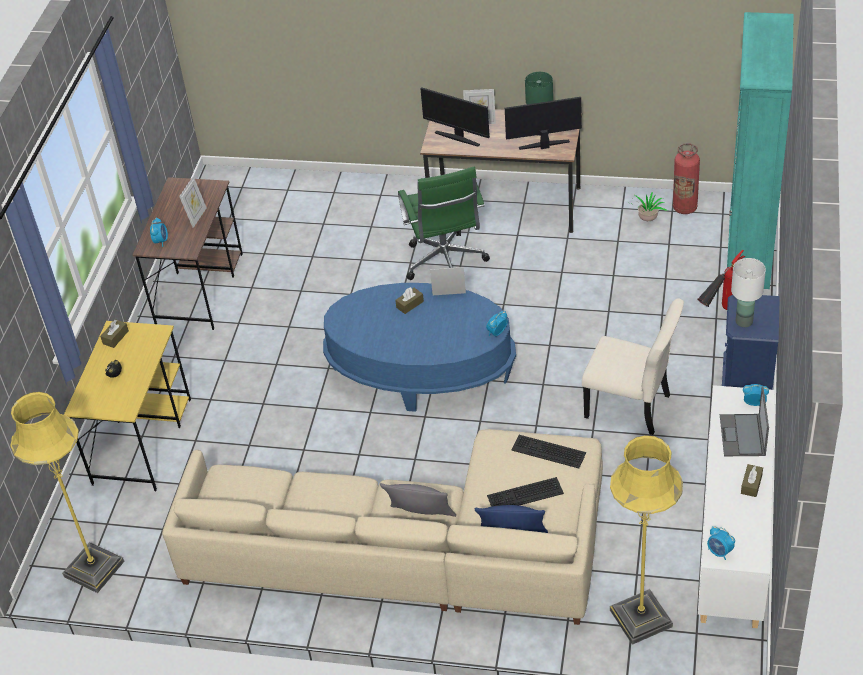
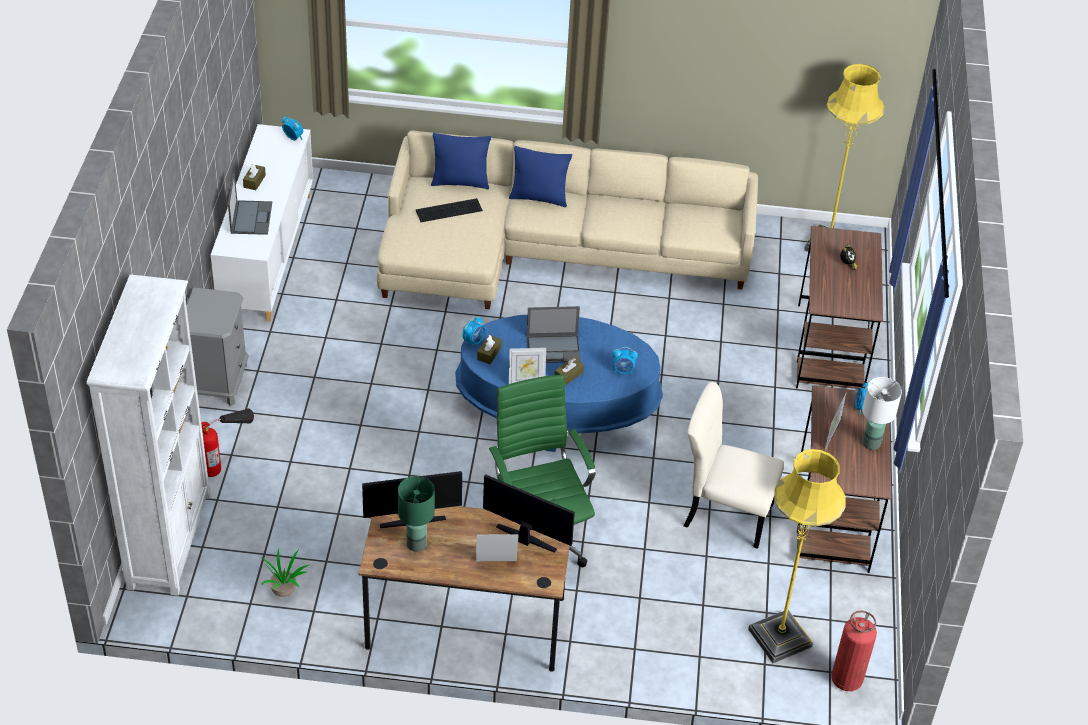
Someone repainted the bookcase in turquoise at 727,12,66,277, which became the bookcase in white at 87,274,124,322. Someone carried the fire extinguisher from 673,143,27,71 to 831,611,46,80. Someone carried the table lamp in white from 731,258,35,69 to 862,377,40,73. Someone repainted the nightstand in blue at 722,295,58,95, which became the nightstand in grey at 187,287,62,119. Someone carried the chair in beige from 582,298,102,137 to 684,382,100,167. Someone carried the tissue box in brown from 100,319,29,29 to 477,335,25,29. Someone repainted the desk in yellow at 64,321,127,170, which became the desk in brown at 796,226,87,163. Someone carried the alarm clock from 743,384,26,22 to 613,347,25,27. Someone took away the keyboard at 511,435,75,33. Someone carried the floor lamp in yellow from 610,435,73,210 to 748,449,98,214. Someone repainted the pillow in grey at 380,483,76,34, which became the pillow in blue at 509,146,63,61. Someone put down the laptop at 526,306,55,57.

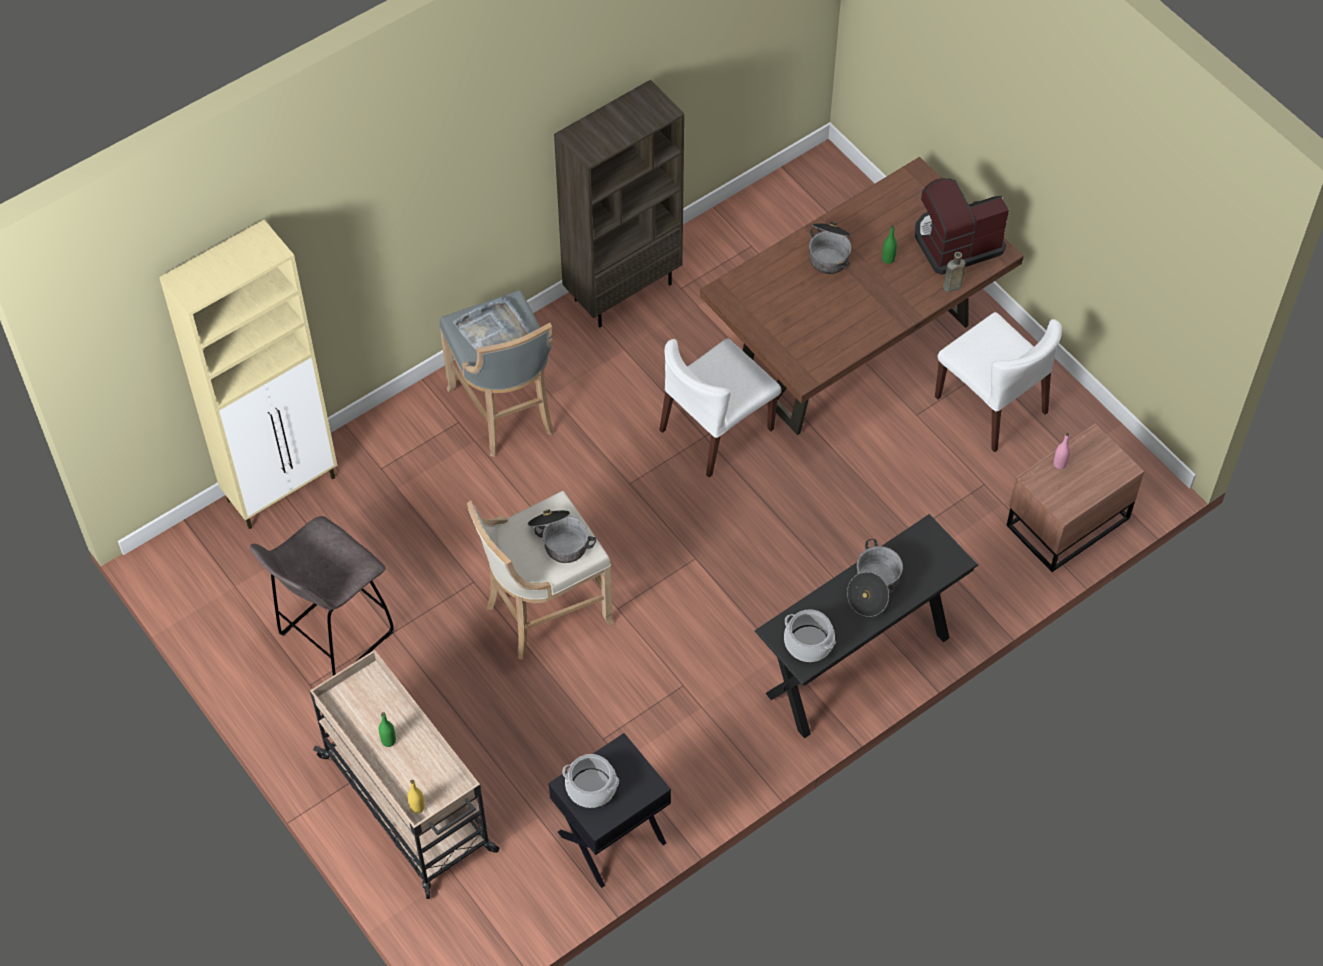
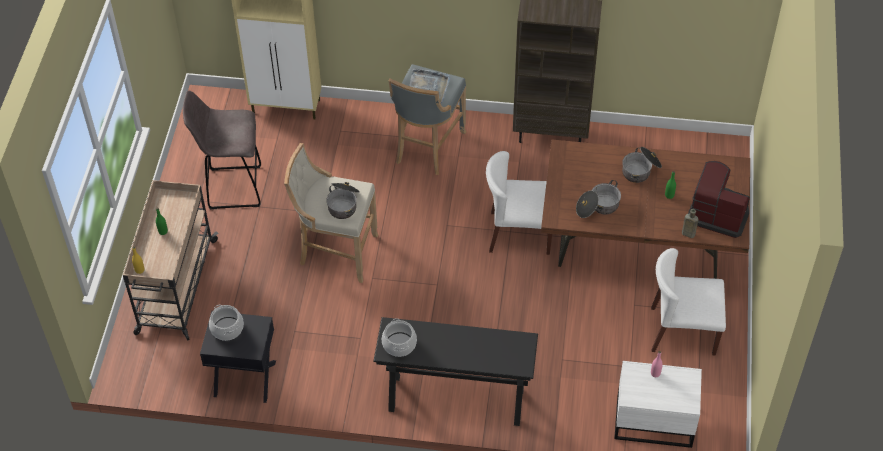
Someone rotated the chair in white at 935,312,127,140 by 90 degrees clockwise. Someone repainted the nightstand in brown at 1006,423,138,149, which became the nightstand in white at 614,361,88,87. Someone carried the cooking pot from 847,539,56,78 to 576,180,45,38.

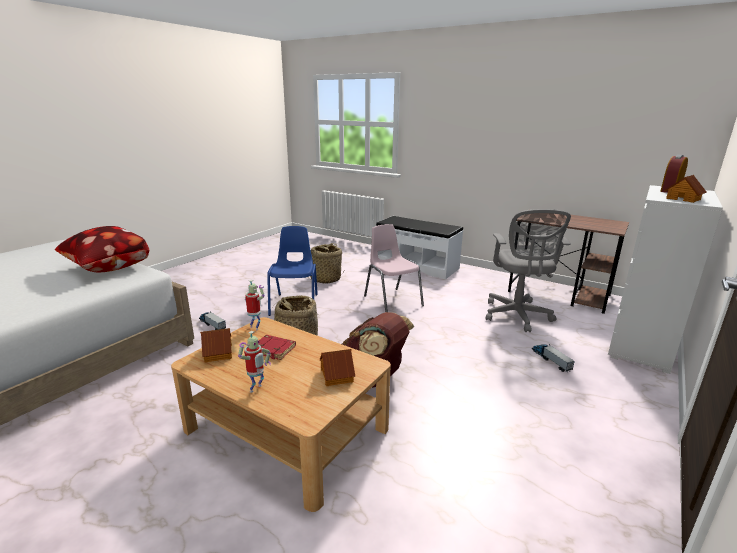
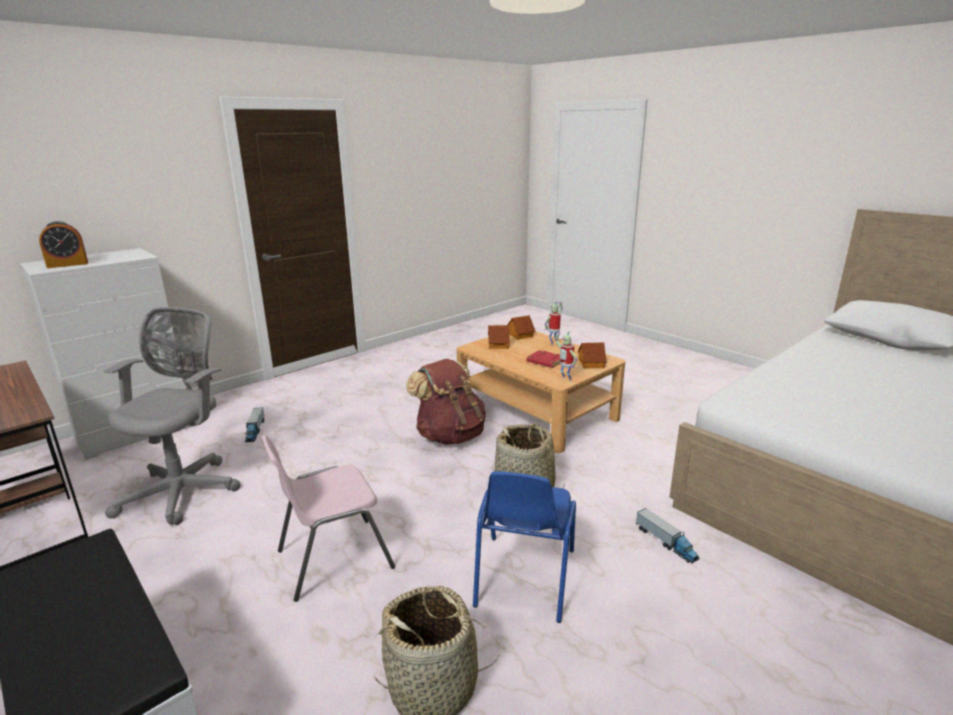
Someone carried the toy house from 664,175,42,28 to 507,315,29,25. Someone rotated the chair in pink at 364,224,60,88 by 75 degrees clockwise. Someone took away the pillow at 55,226,94,46.

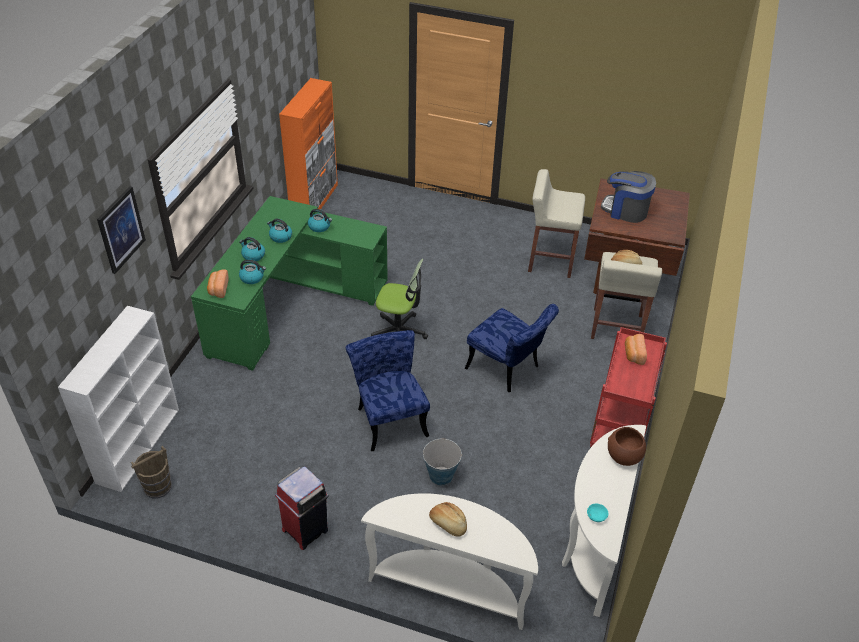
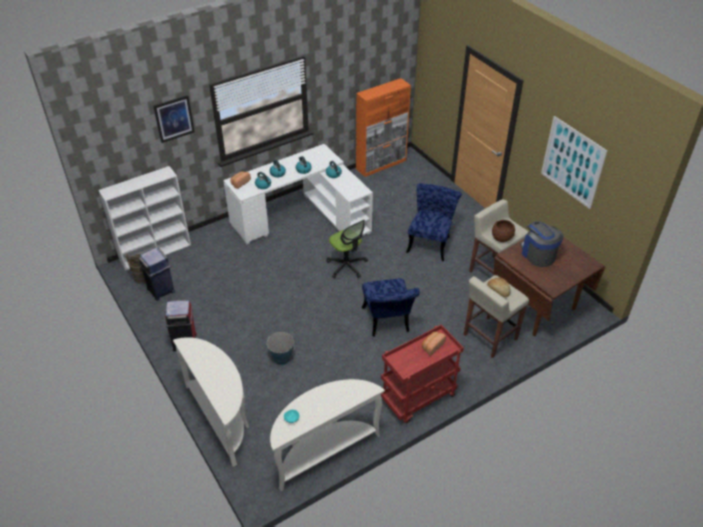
Someone repainted the desk in green at 191,196,197,175, which became the desk in white at 223,144,150,100. Someone carried the chair in blue from 346,330,84,121 to 406,183,56,78. Someone carried the bowl in brown from 608,427,38,39 to 492,220,23,22. Someone took away the bread at 429,502,38,35. Someone put up the picture at 541,116,66,93. Someone put down the trash can in blue at 139,248,36,53.

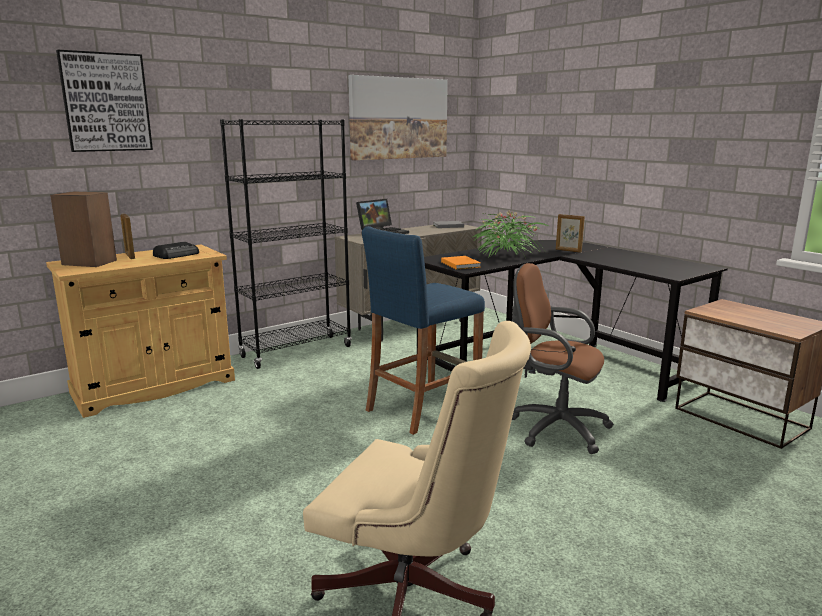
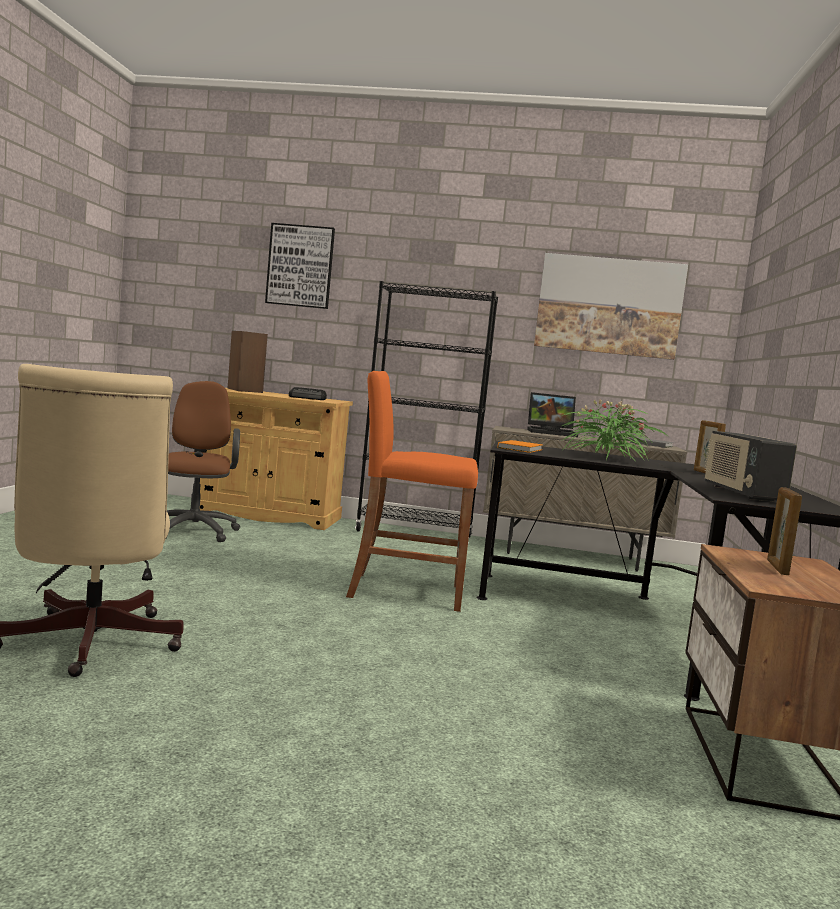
Someone carried the picture frame from 120,214,15,45 to 767,487,35,88. Someone repainted the stool in blue at 362,226,123,209, which became the stool in orange at 346,371,132,241. Someone carried the office chair in brown from 512,263,102,191 to 165,381,75,161. Someone put down the radio at 704,431,93,71.

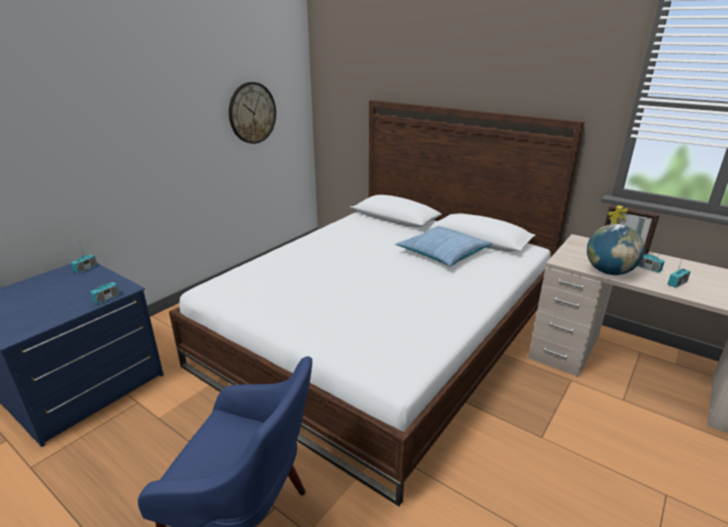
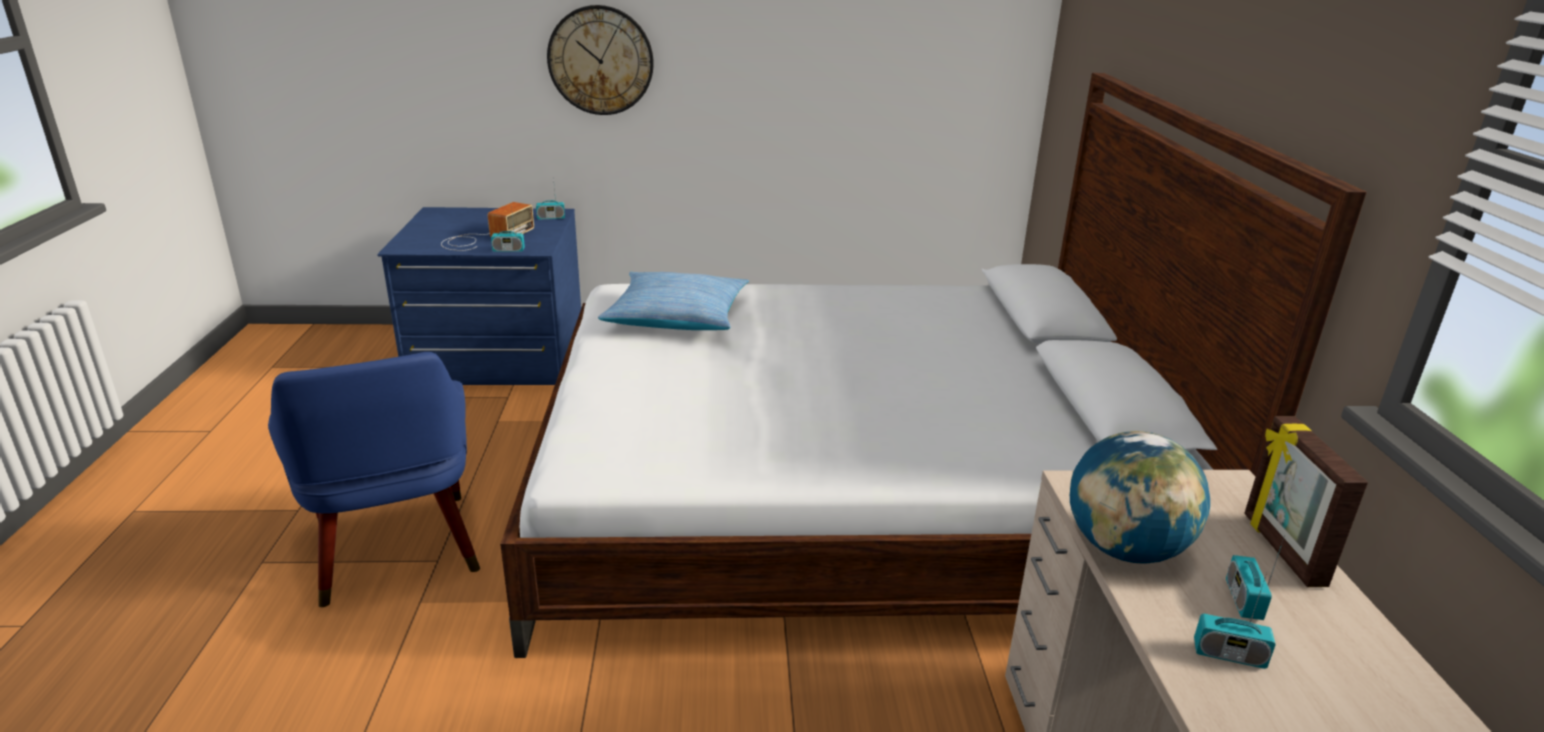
Someone carried the wall clock from 229,82,47,62 to 547,5,107,110. Someone carried the pillow from 395,226,97,40 to 598,272,151,58. Someone put down the radio at 441,202,93,49.

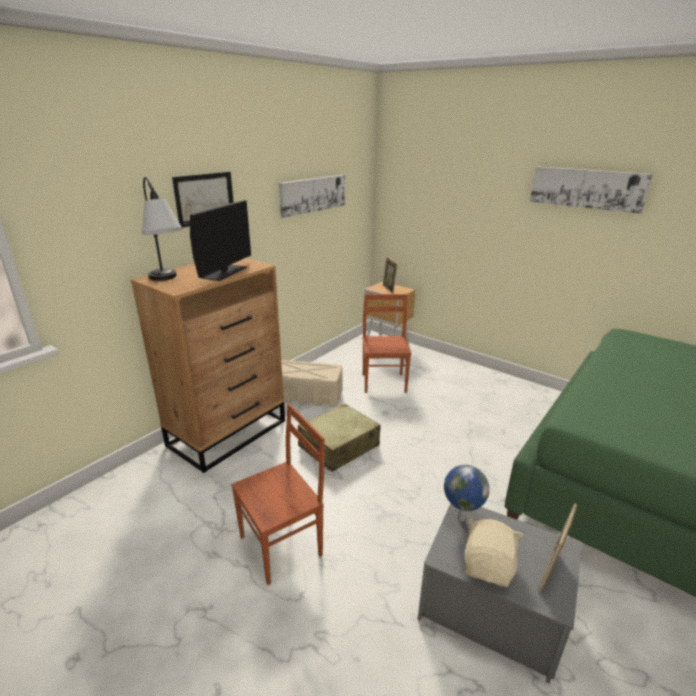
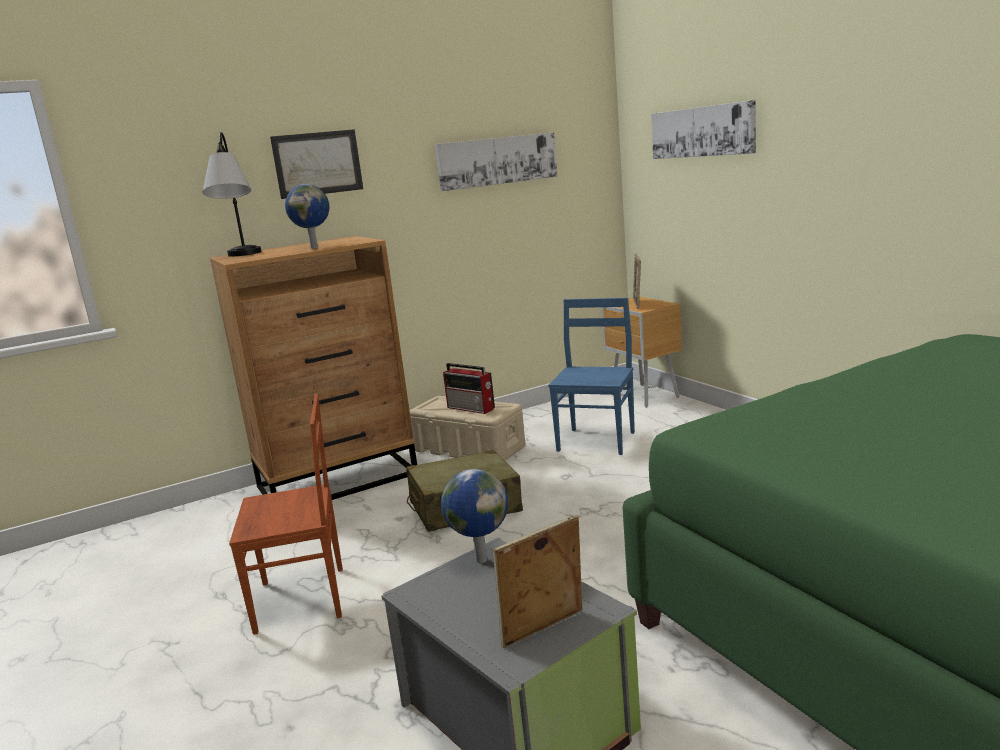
Someone carried the picture from 530,166,123,48 to 651,100,105,59. Someone swapped the monitor at 190,200,61,81 for the globe at 285,184,44,65. Someone repainted the chair in brown at 362,294,50,99, which became the chair in blue at 548,298,87,157. Someone took away the plush toy in beige at 465,518,58,69. Someone put down the radio at 443,363,52,51.

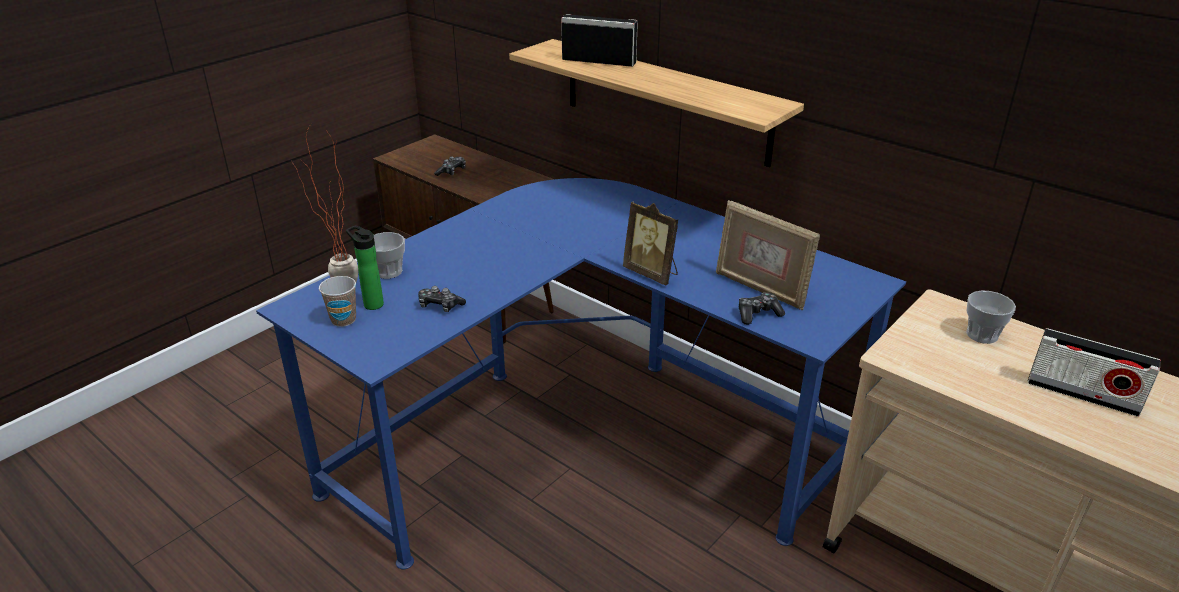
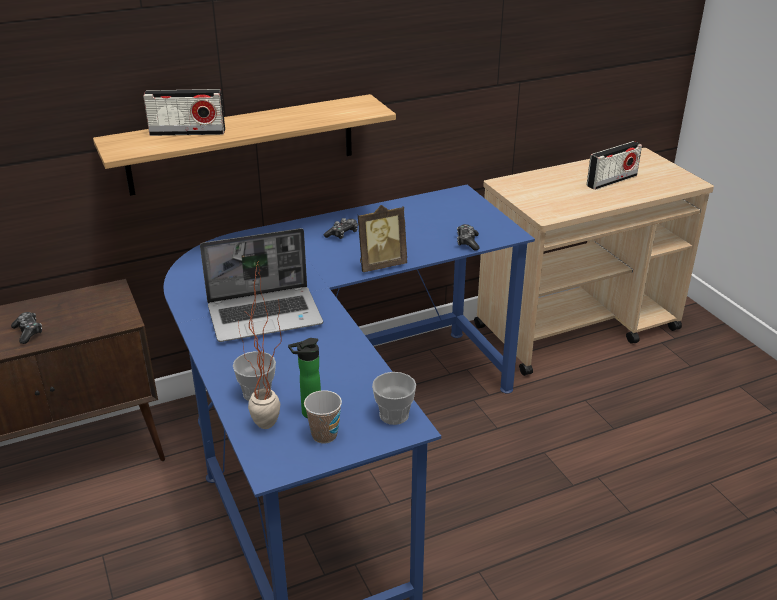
Someone rotated the radio at 561,14,77,53 by 135 degrees counterclockwise. Someone took away the picture frame at 716,200,104,110. Someone carried the game controller from 418,286,48,26 to 324,218,34,21. Someone carried the cup from 966,290,50,54 to 372,372,44,53. Someone put down the laptop at 200,228,123,114.

